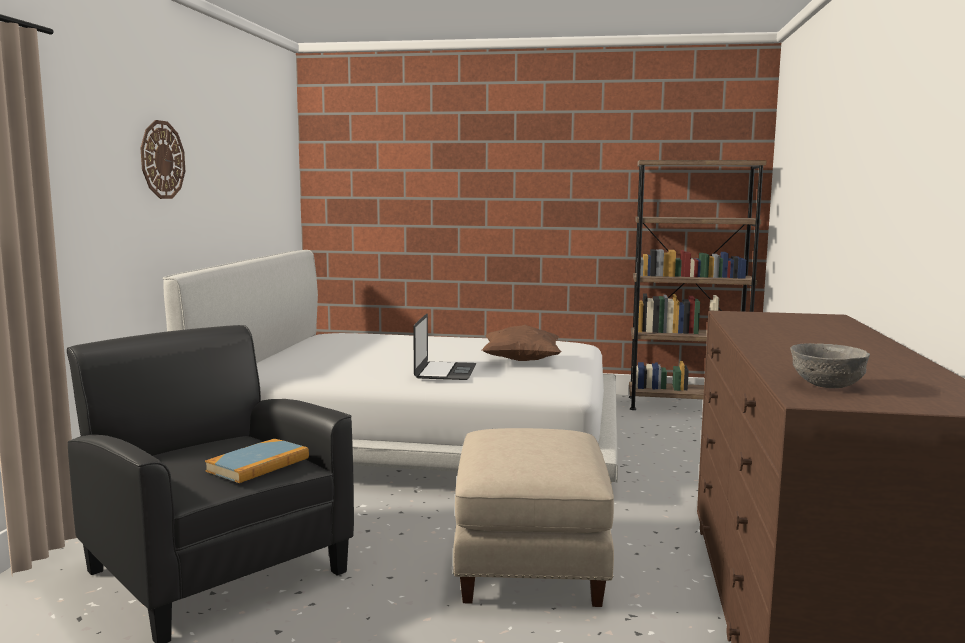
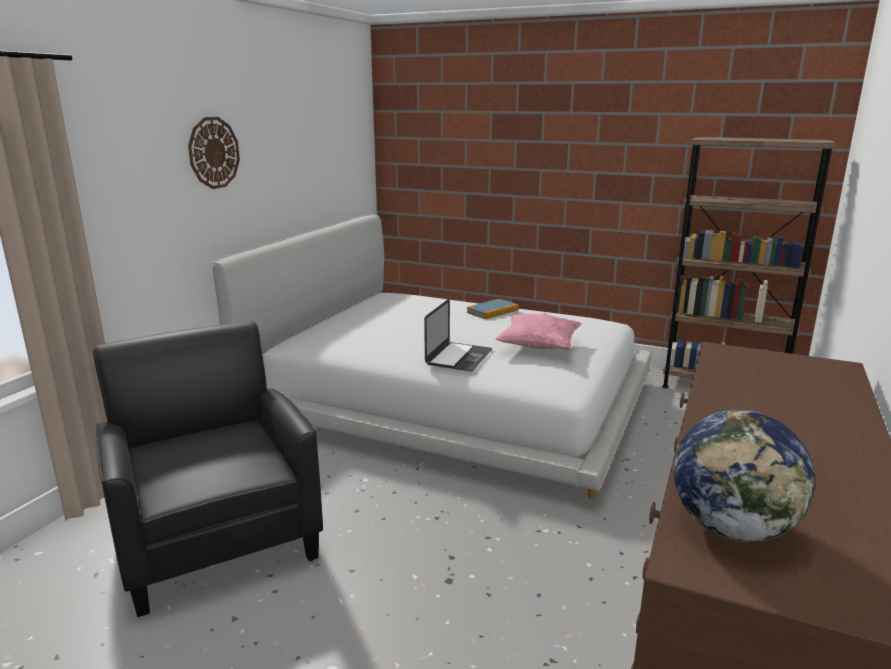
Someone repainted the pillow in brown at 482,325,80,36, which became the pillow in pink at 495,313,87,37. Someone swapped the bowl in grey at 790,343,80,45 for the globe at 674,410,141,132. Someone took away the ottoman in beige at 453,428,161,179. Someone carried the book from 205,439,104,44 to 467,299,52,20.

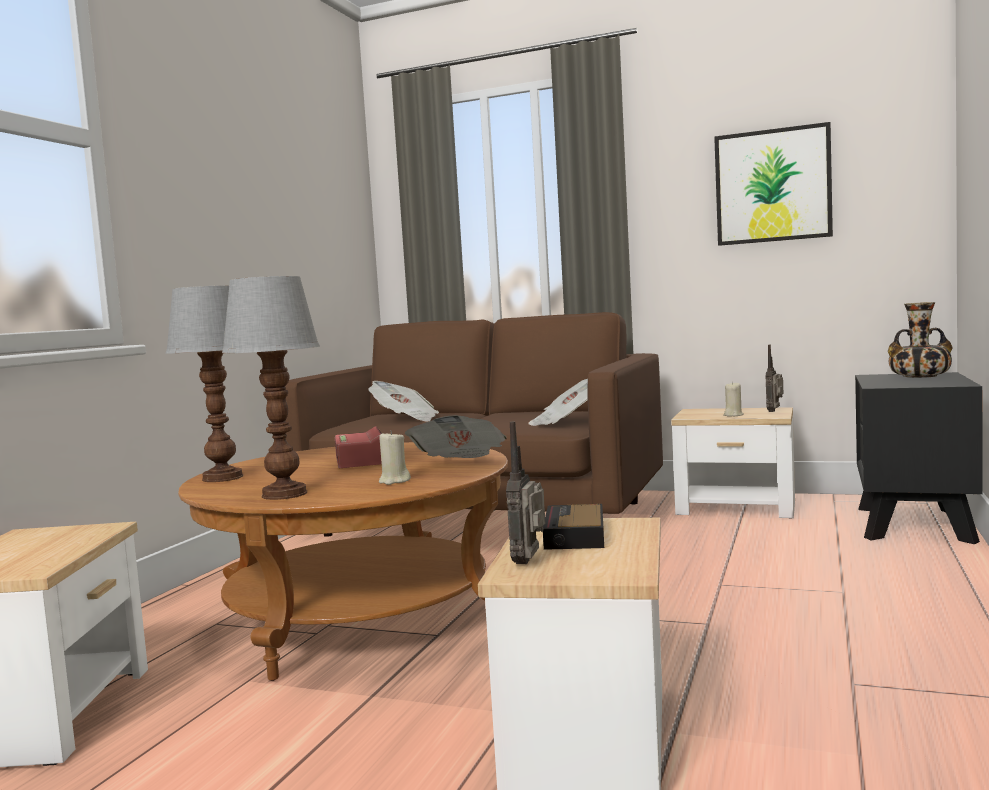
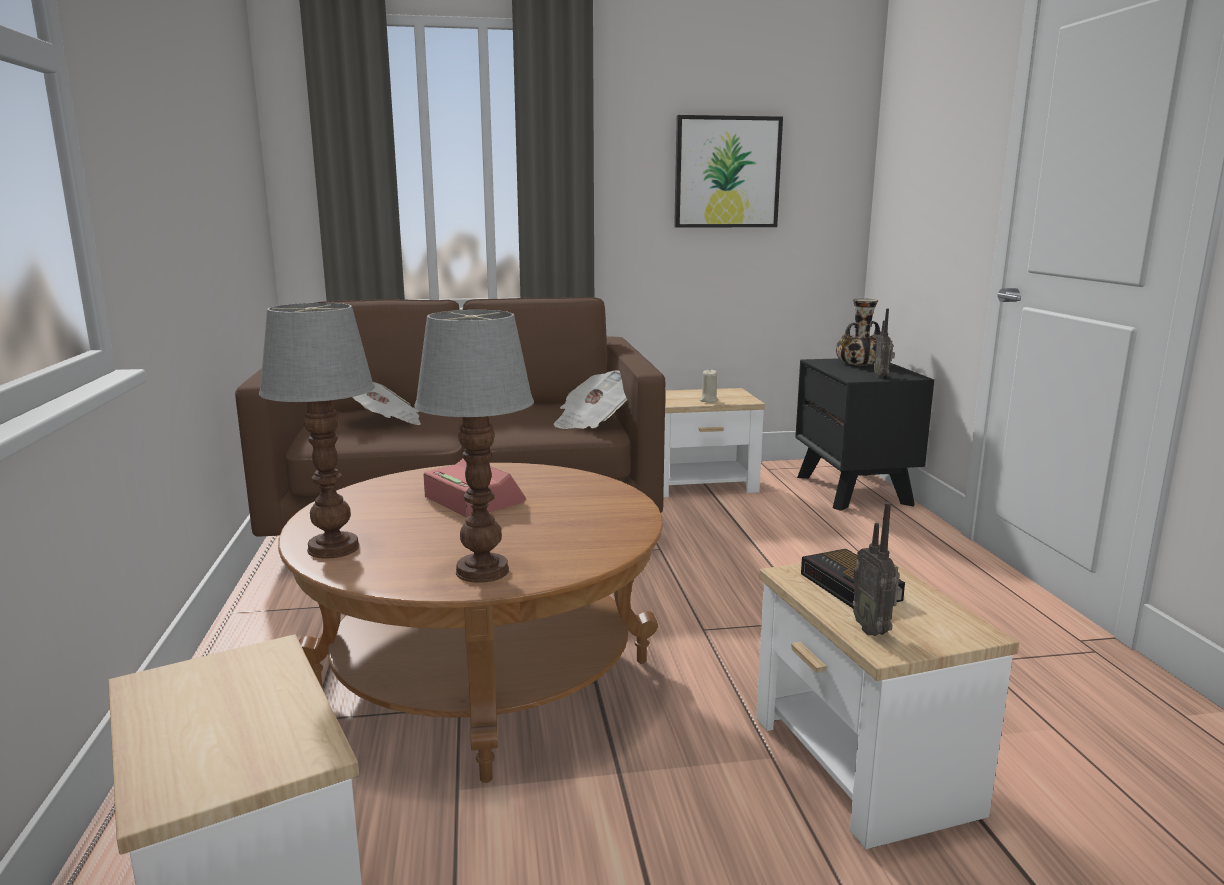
Someone carried the radio from 765,345,18,67 to 874,308,21,69. Someone took away the newspaper at 405,415,102,43. Someone took away the candle in beige at 379,430,32,55.

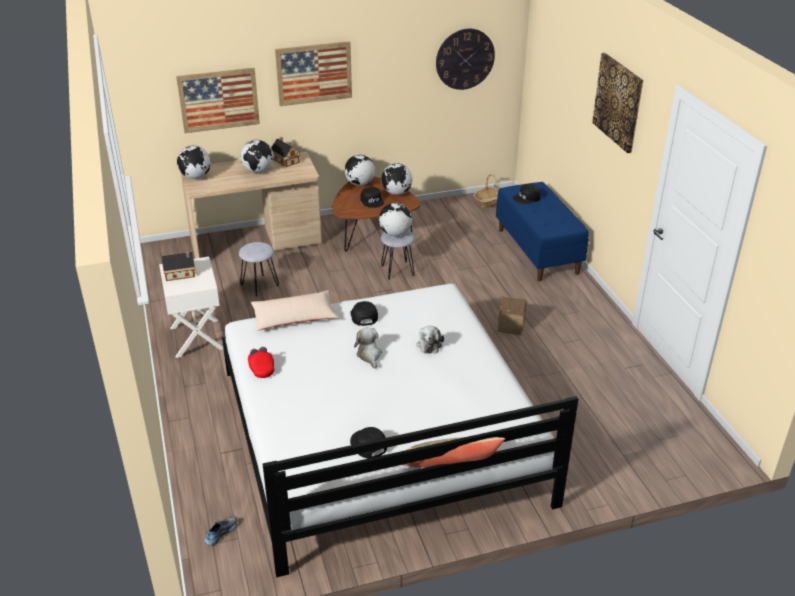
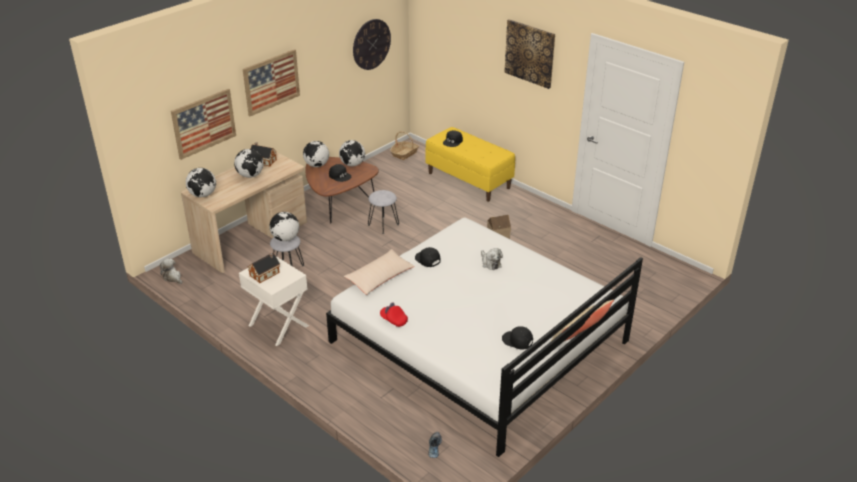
Someone repainted the bench in blue at 496,182,93,99, which became the bench in yellow at 425,127,90,75. Someone carried the globe from 379,203,33,33 to 269,212,30,29. Someone carried the plush toy from 354,328,28,41 to 160,258,22,26.

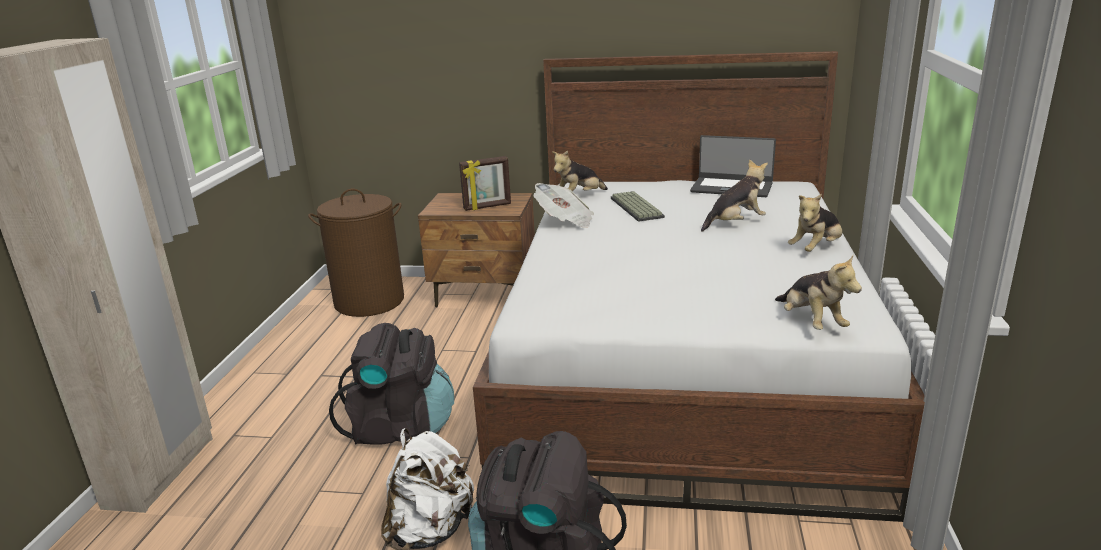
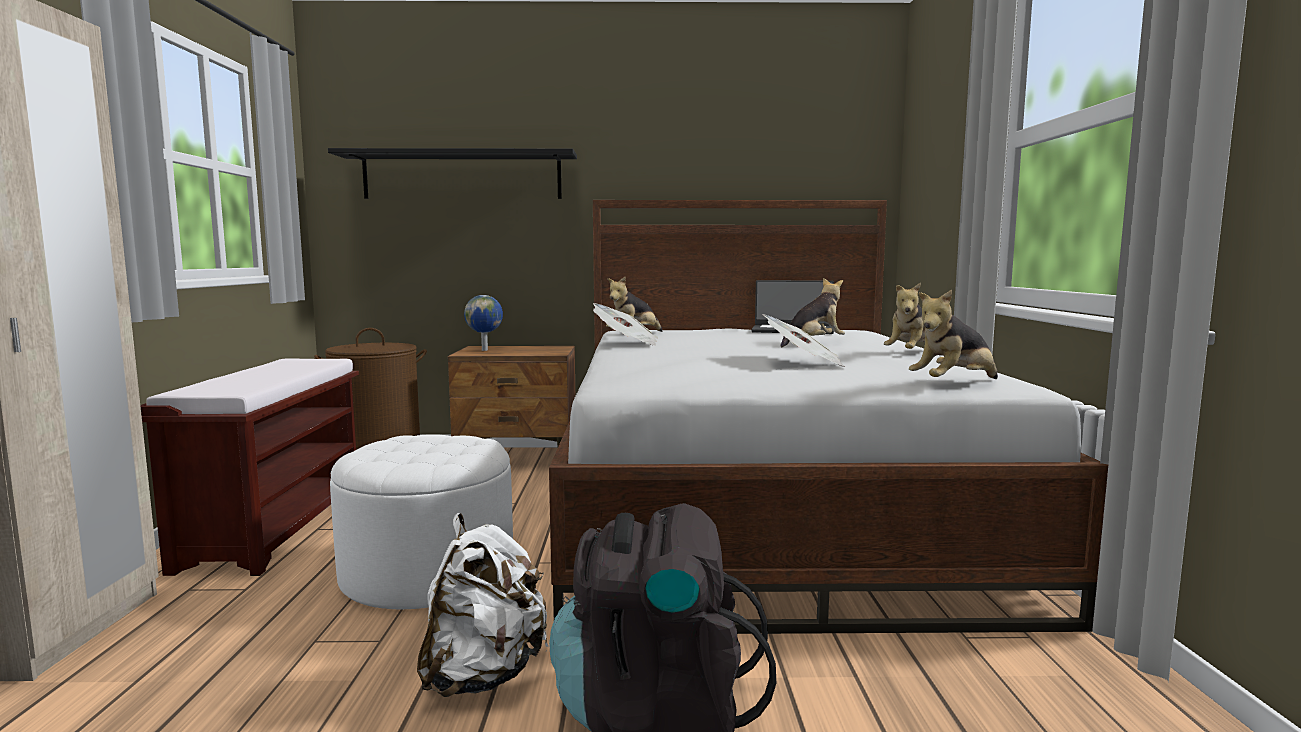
Someone took away the picture frame at 459,156,52,55. Someone took away the keyboard at 611,191,54,31. Someone rotated the plush toy at 775,255,87,75 by 90 degrees clockwise. Someone swapped the backpack in black at 329,323,125,122 for the ottoman in white at 330,434,183,175. Someone put up the shelf in black at 328,148,249,51. Someone put down the globe at 464,295,39,56. Someone put down the newspaper at 762,314,83,53. Someone put down the bench in brown at 140,358,219,218.

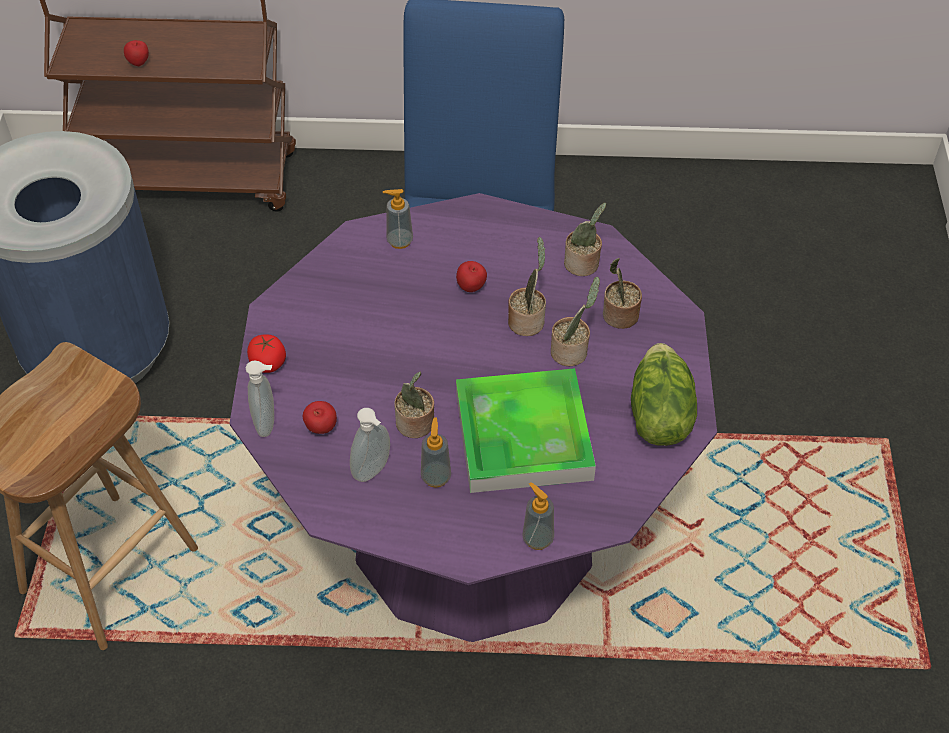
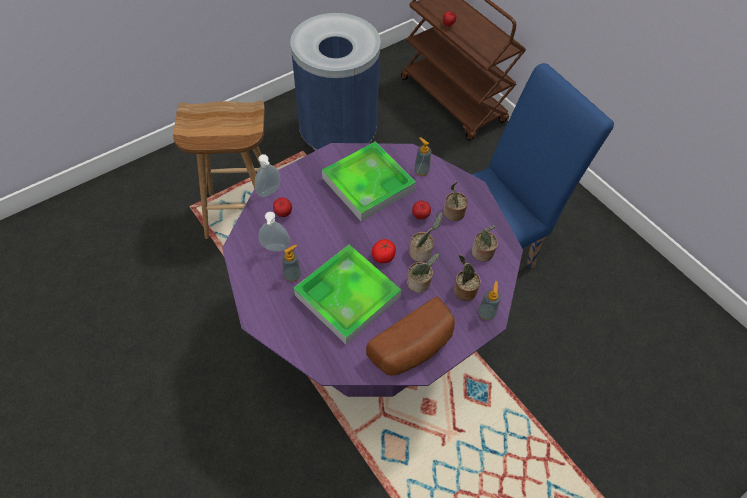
Someone carried the tomato from 247,334,39,39 to 372,239,24,24. Someone swapped the lettuce at 631,343,66,103 for the bread at 366,297,89,79. Someone carried the potted plant from 394,372,40,66 to 443,182,25,39. Someone carried the soap dispenser from 522,482,32,68 to 478,281,23,39. Someone put down the tray at 322,141,94,81.

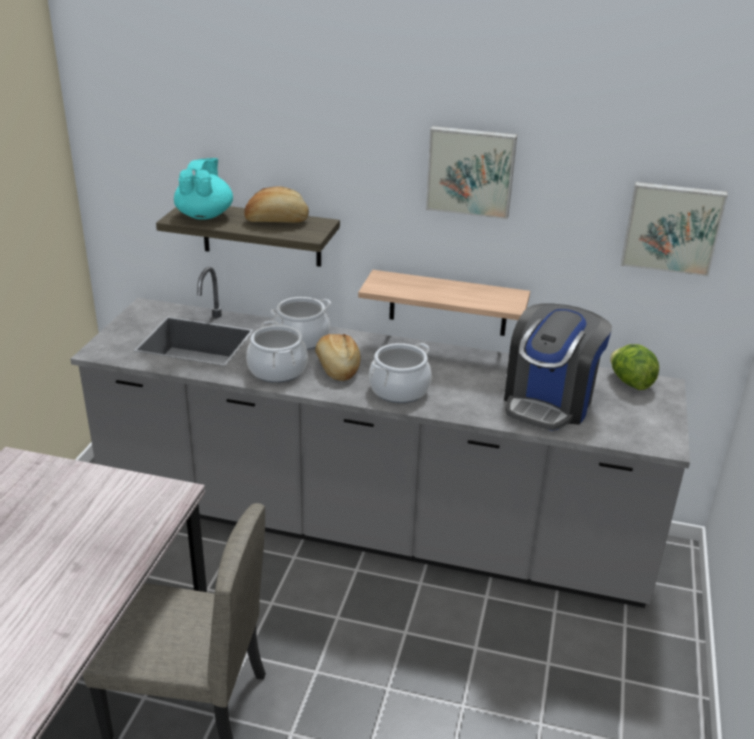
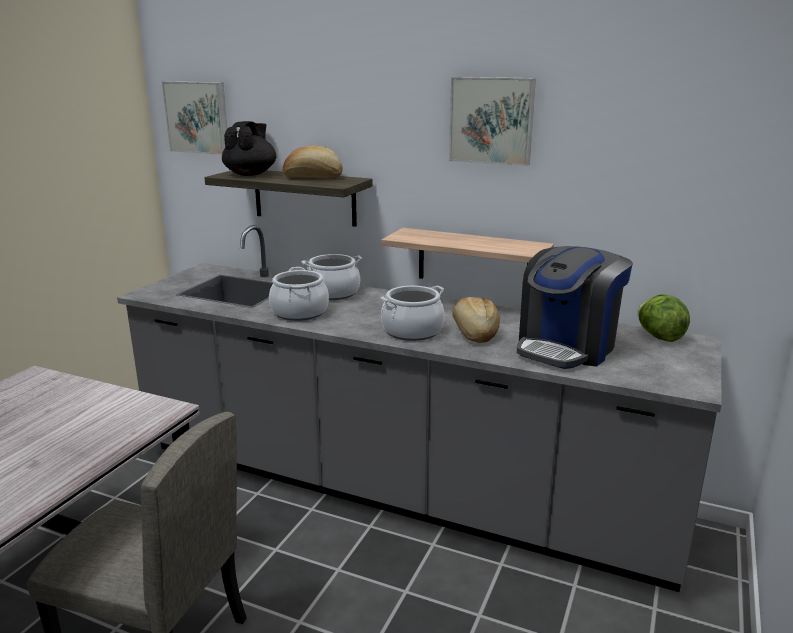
Someone repainted the teapot in turquoise at 174,158,59,62, which became the teapot in black at 222,121,54,55. Someone carried the picture from 621,182,107,95 to 162,81,65,74. Someone carried the bread from 315,334,45,47 to 452,297,48,46.

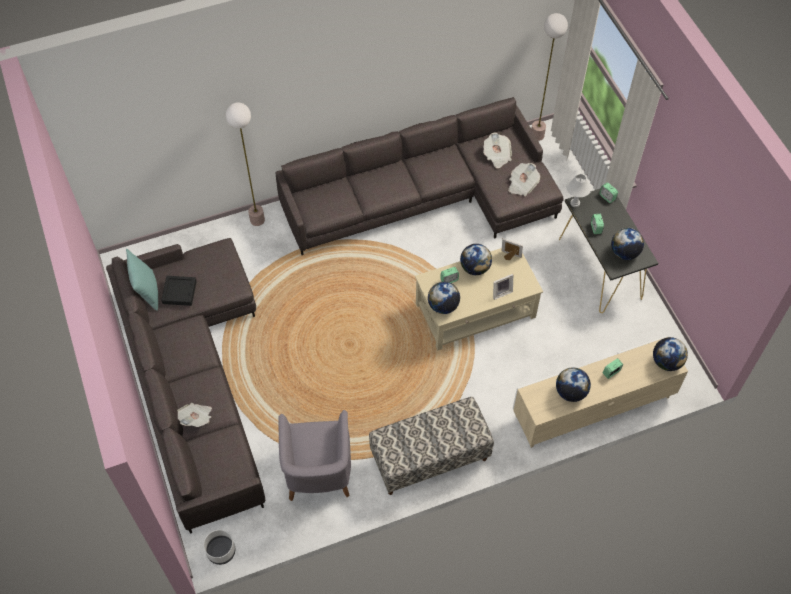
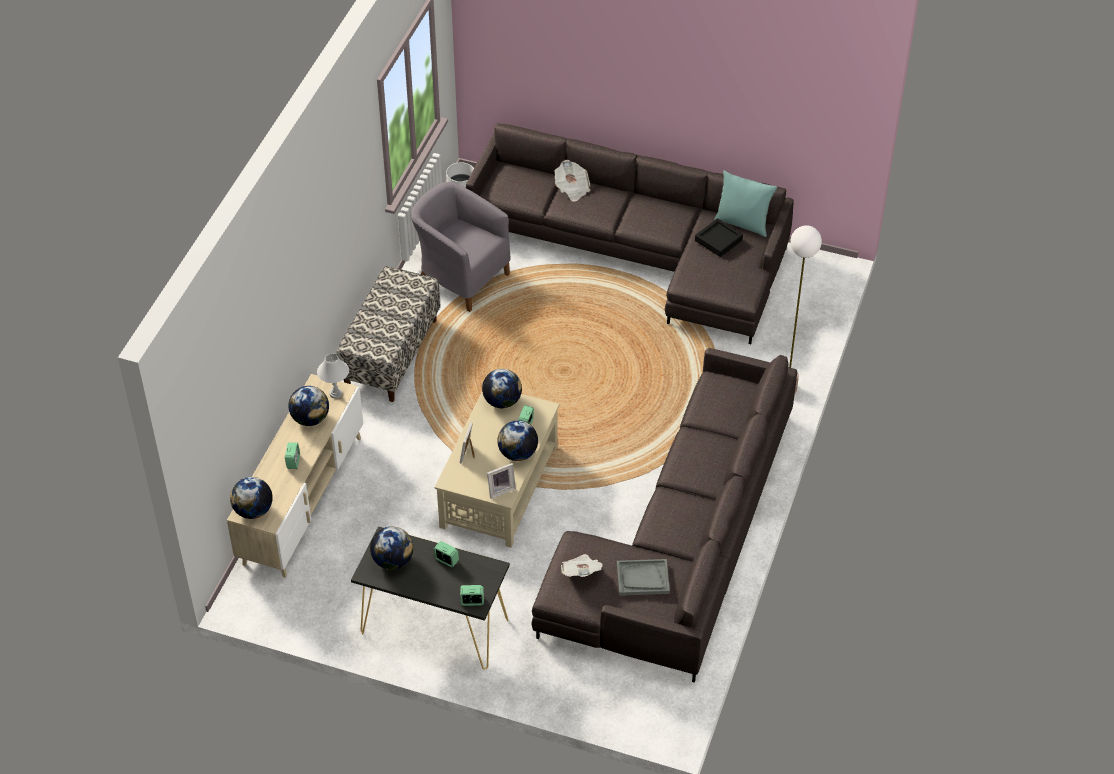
Someone took away the floor lamp at 531,13,37,128. Someone swapped the newspaper at 483,132,29,37 for the tray in grey at 617,559,53,37. Someone carried the table lamp in white from 566,174,25,33 to 317,353,32,45.

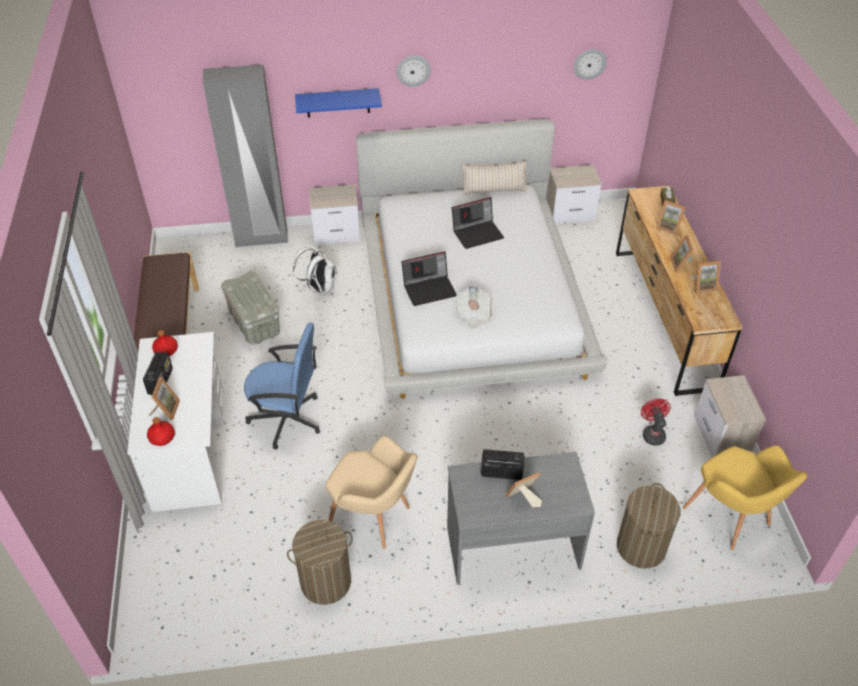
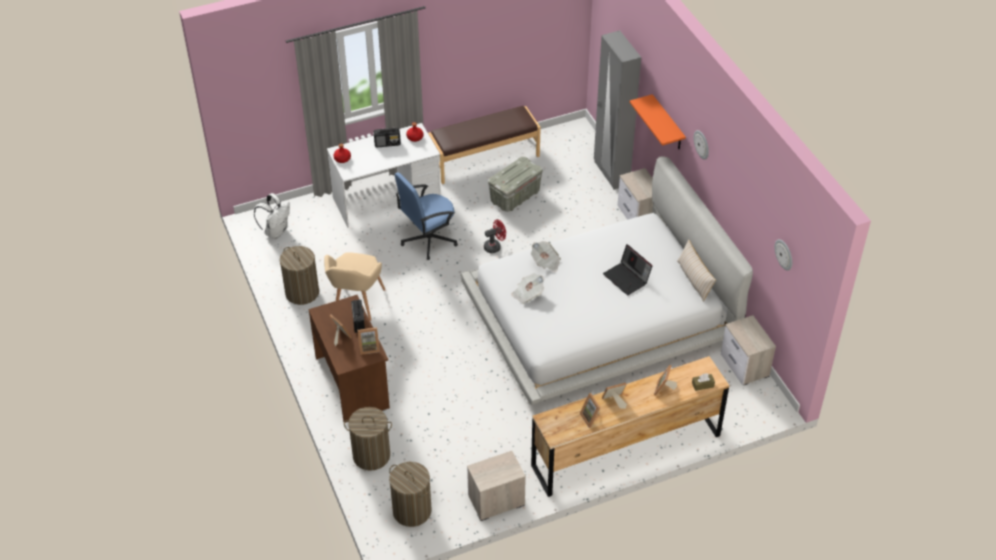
Someone repainted the shelf in blue at 295,88,87,30, which became the shelf in orange at 630,94,56,55. Someone carried the backpack in white from 293,246,44,49 to 254,193,36,46. Someone swapped the laptop at 402,251,55,55 for the newspaper at 531,241,30,31. Someone rotated the office chair in blue at 244,323,76,127 by 60 degrees clockwise. Someone carried the picture frame from 149,377,31,43 to 357,327,23,28. Someone carried the fan in red from 641,399,30,46 to 484,219,22,34. Someone swapped the armchair in yellow at 683,445,125,105 for the laundry basket at 389,462,43,65. Someone repainted the desk in grey at 447,452,148,133, which became the desk in brown at 308,295,82,128.

